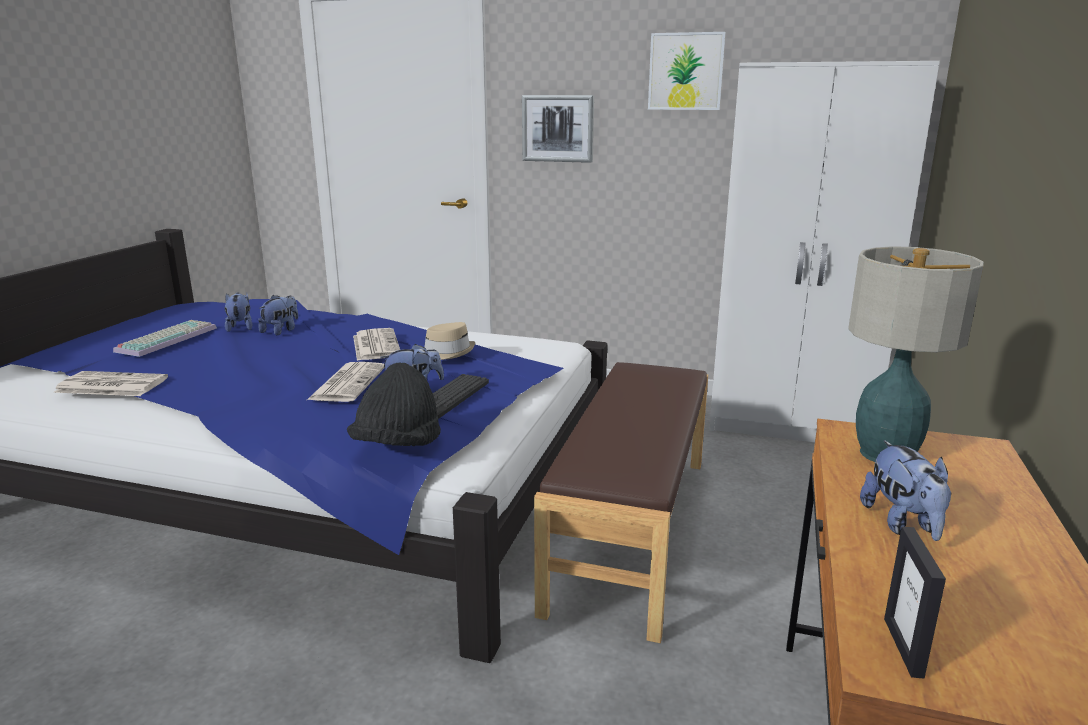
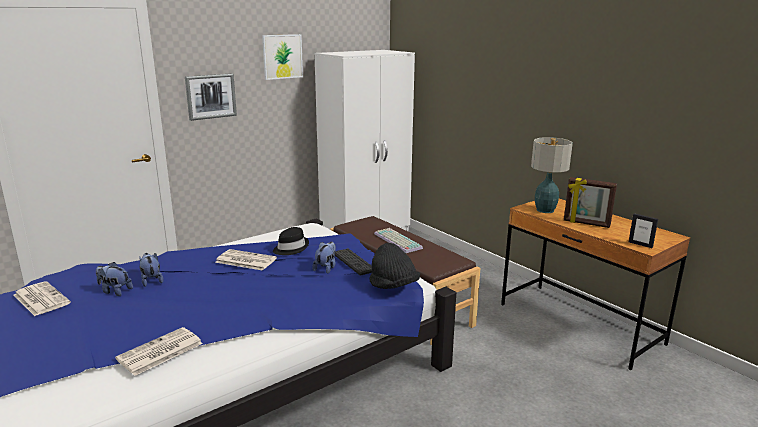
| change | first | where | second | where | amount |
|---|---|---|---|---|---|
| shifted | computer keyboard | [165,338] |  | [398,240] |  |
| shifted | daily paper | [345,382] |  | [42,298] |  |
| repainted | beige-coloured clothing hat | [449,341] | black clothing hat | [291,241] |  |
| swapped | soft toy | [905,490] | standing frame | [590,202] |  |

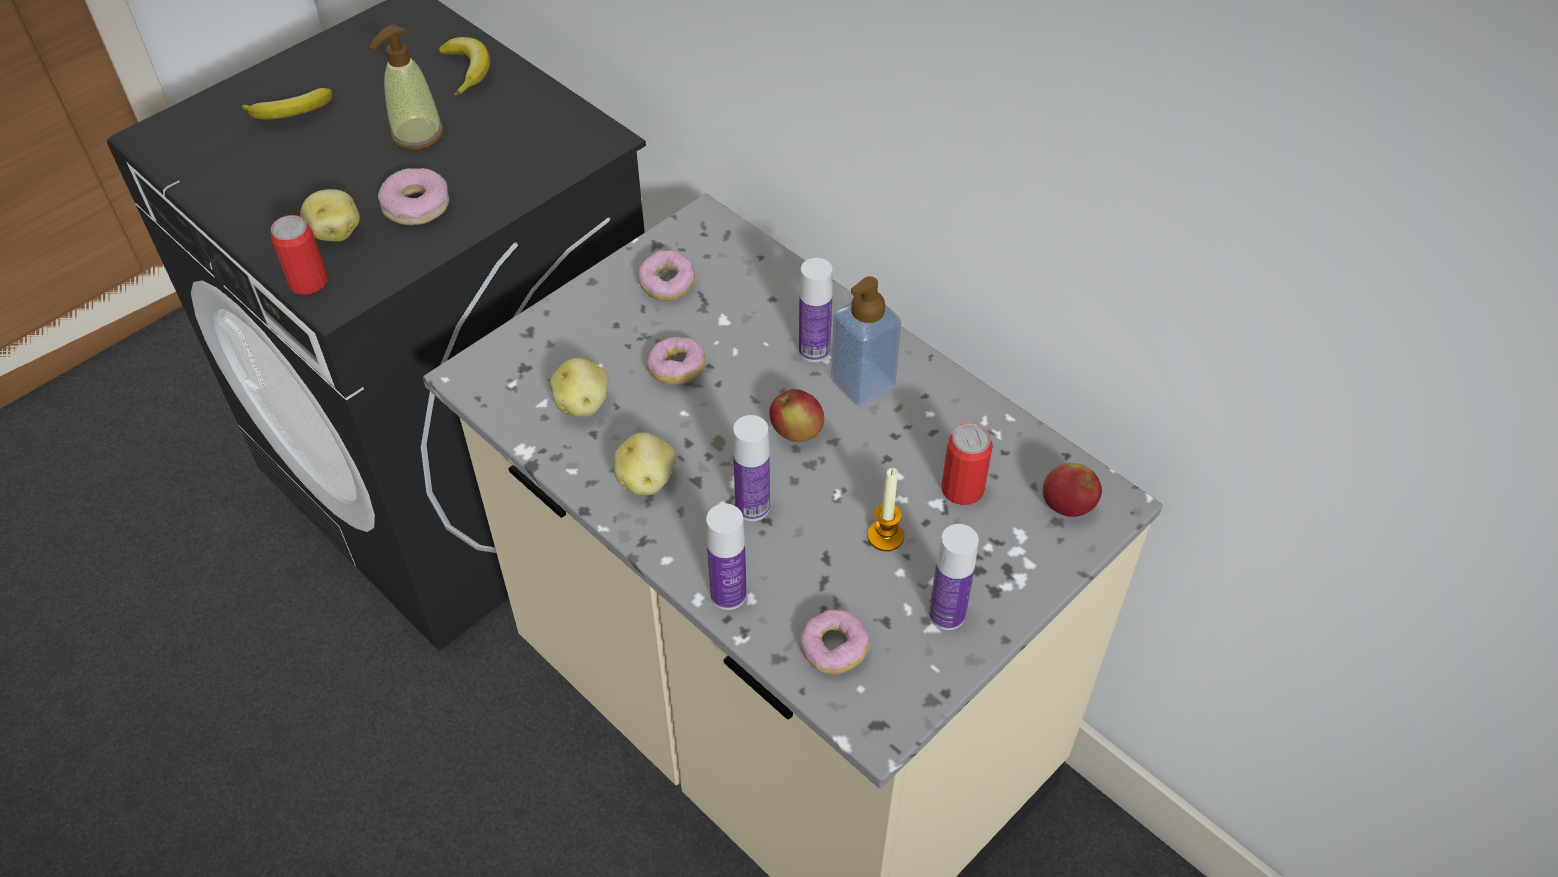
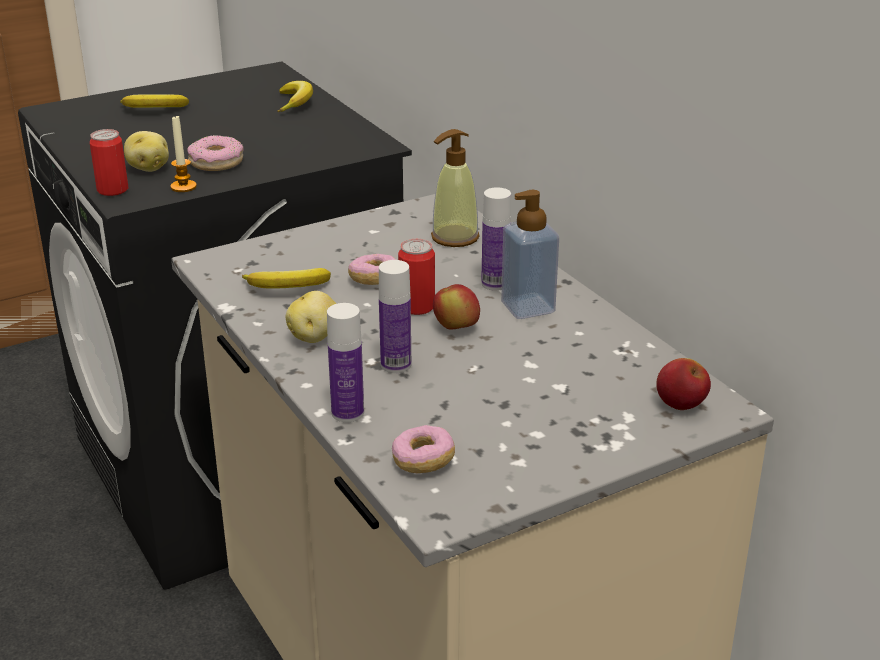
| change | first | where | second | where | amount |
|---|---|---|---|---|---|
| shifted | liquid soap bottle | [406,87] |  | [455,188] |  |
| swapped | spud | [579,387] | banana | [286,278] |  |
| gone | donut | [666,275] |  |  |  |
| shifted | candle | [886,509] |  | [183,153] |  |
| gone | bottle | [954,577] |  |  |  |
| shifted | sealed can | [967,464] |  | [416,277] |  |

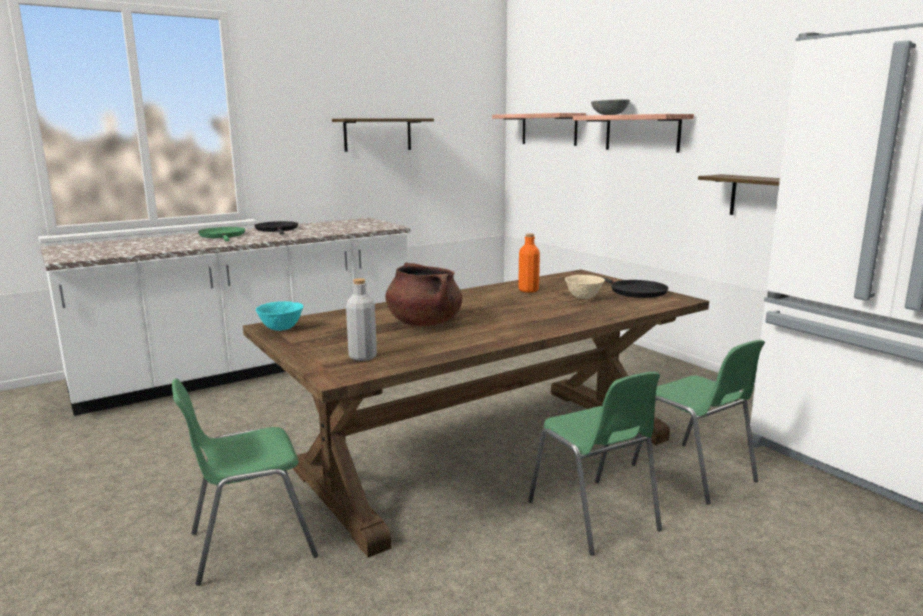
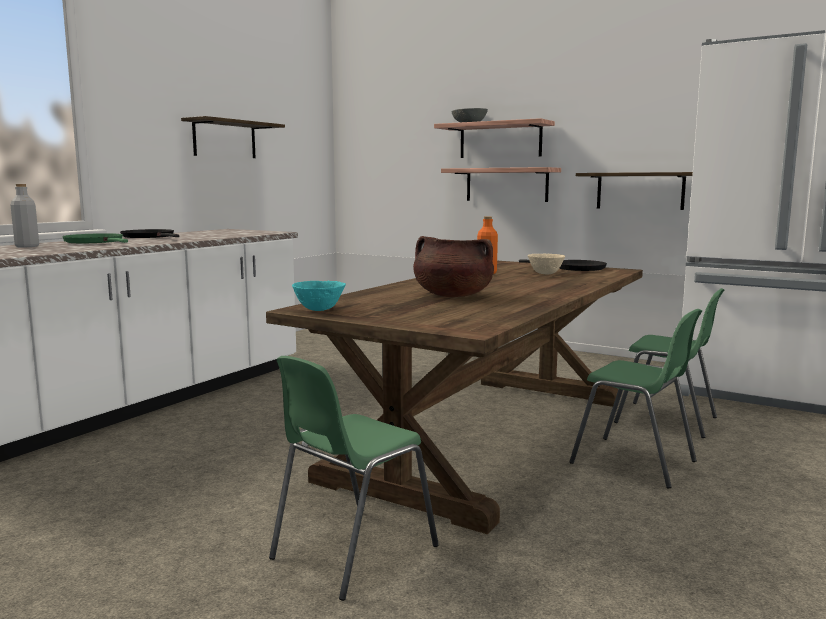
| change | first | where | second | where | amount |
|---|---|---|---|---|---|
| shifted | gray bottle | [361,319] |  | [24,215] |  |
| shifted | wall shelf | [539,129] |  | [501,184] |  |

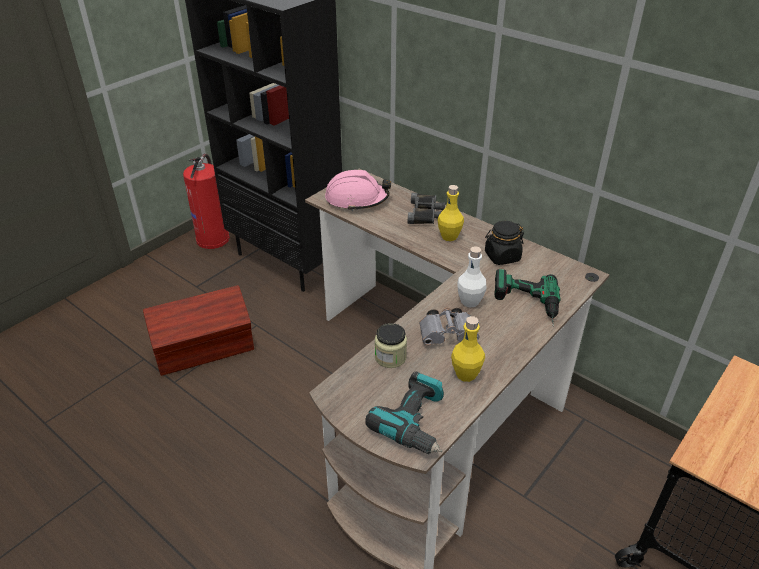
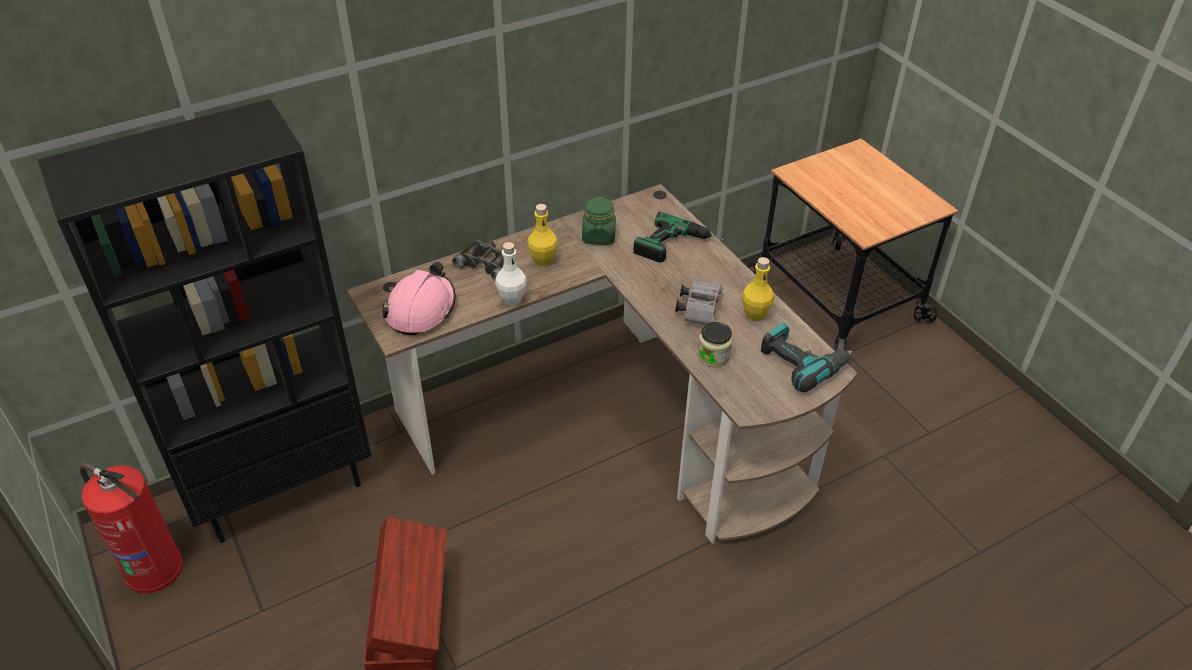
| change | first | where | second | where | amount |
|---|---|---|---|---|---|
| shifted | white bottle | [472,277] |  | [511,274] |  |
| repainted | black preserve jar | [504,243] | green preserve jar | [599,220] |  |

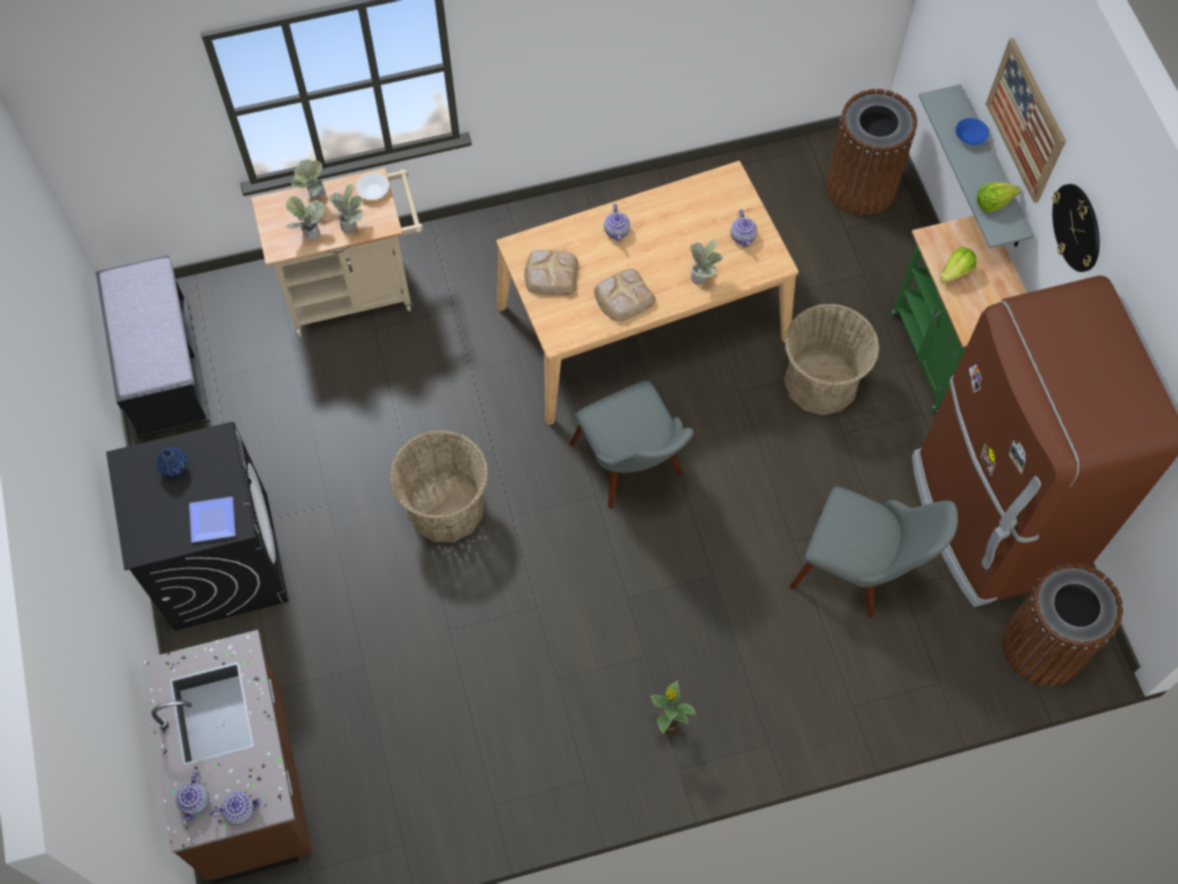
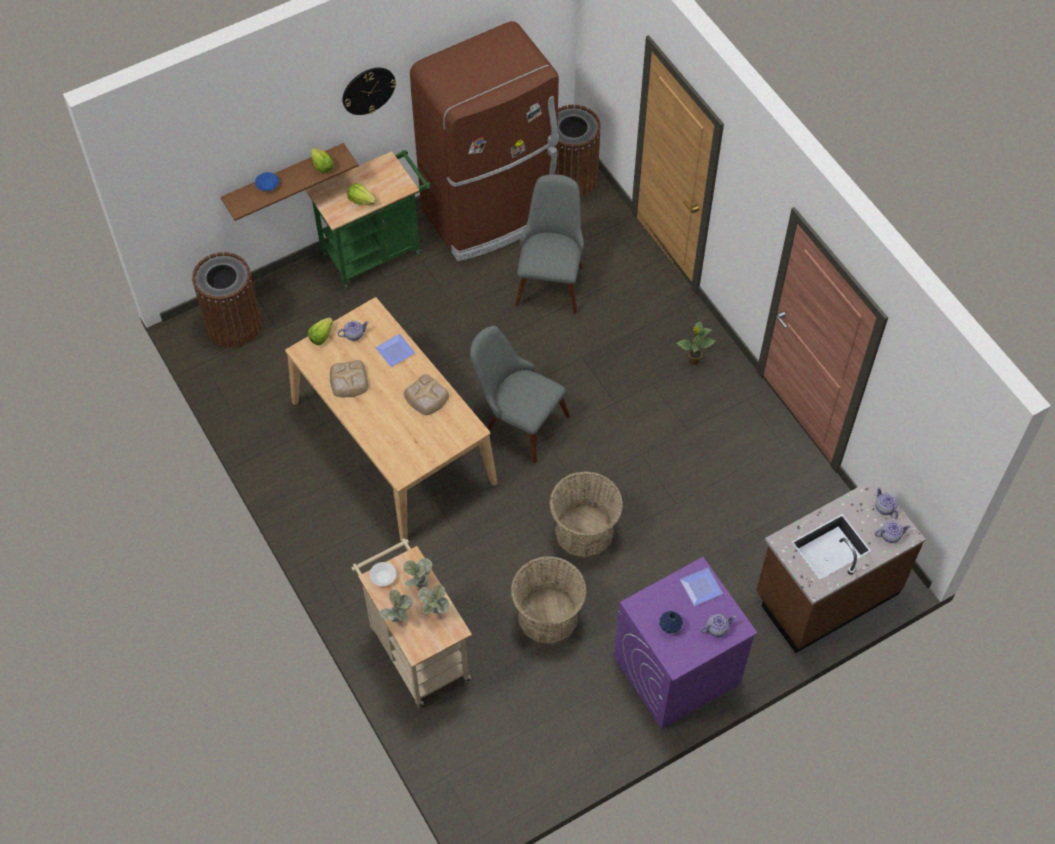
| change | first | where | second | where | amount |
|---|---|---|---|---|---|
| gone | black long seat | [153,346] |  |  |  |
| repainted | black laundry appliance | [197,526] | purple laundry appliance | [685,643] |  |
| shifted | bread | [551,273] |  | [349,378] |  |
| rotated | gray plain chair | [632,444] |  | [520,394] | 105 degrees counterclockwise |
| shifted | teapot | [617,222] |  | [718,625] |  |
| swapped | potted plant | [706,262] | dinner plate | [395,350] |  |
| shifted | storage basket | [832,359] |  | [549,600] |  |
| repainted | gray wall shelf | [976,166] | brown-coloured wall shelf | [290,182] |  |
| gone | wall art | [1026,120] |  |  |  |
| new |  |  | lettuce head | [320,331] |  |

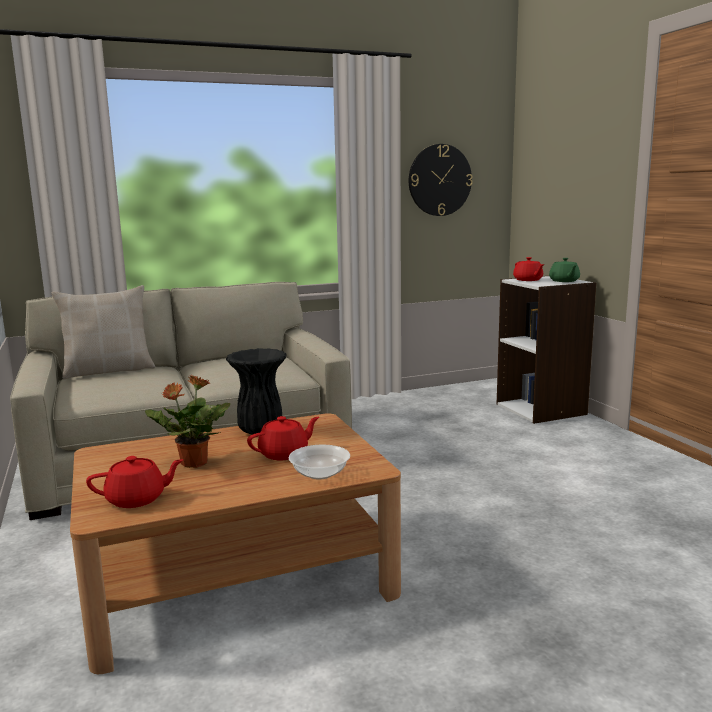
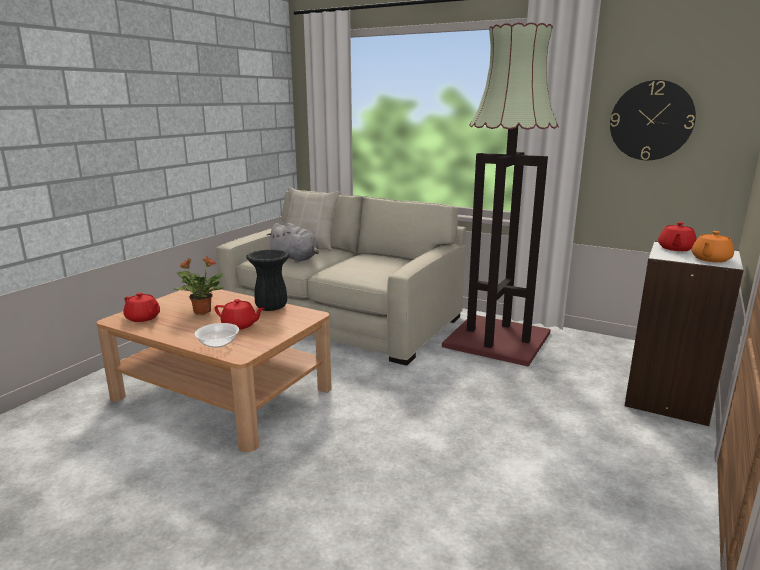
| change | first | where | second | where | amount |
|---|---|---|---|---|---|
| repainted | green teapot | [564,270] | orangey teapot | [712,247] |  |
| new |  |  | gray soft toy | [292,242] |  |
| new |  |  | floor lamp | [500,194] |  |

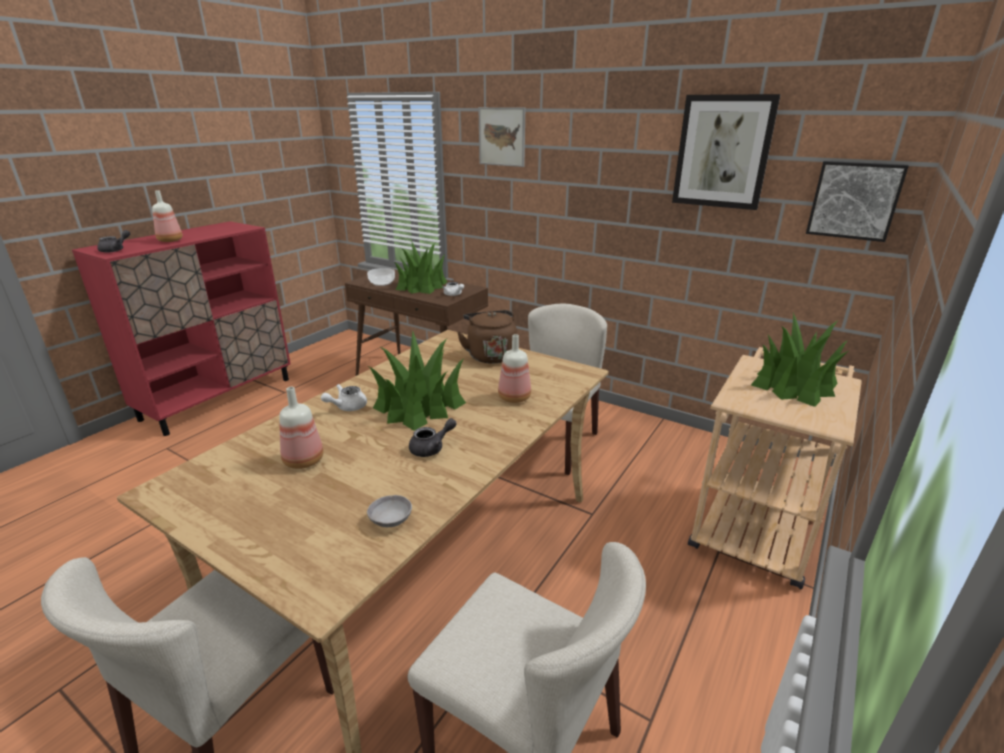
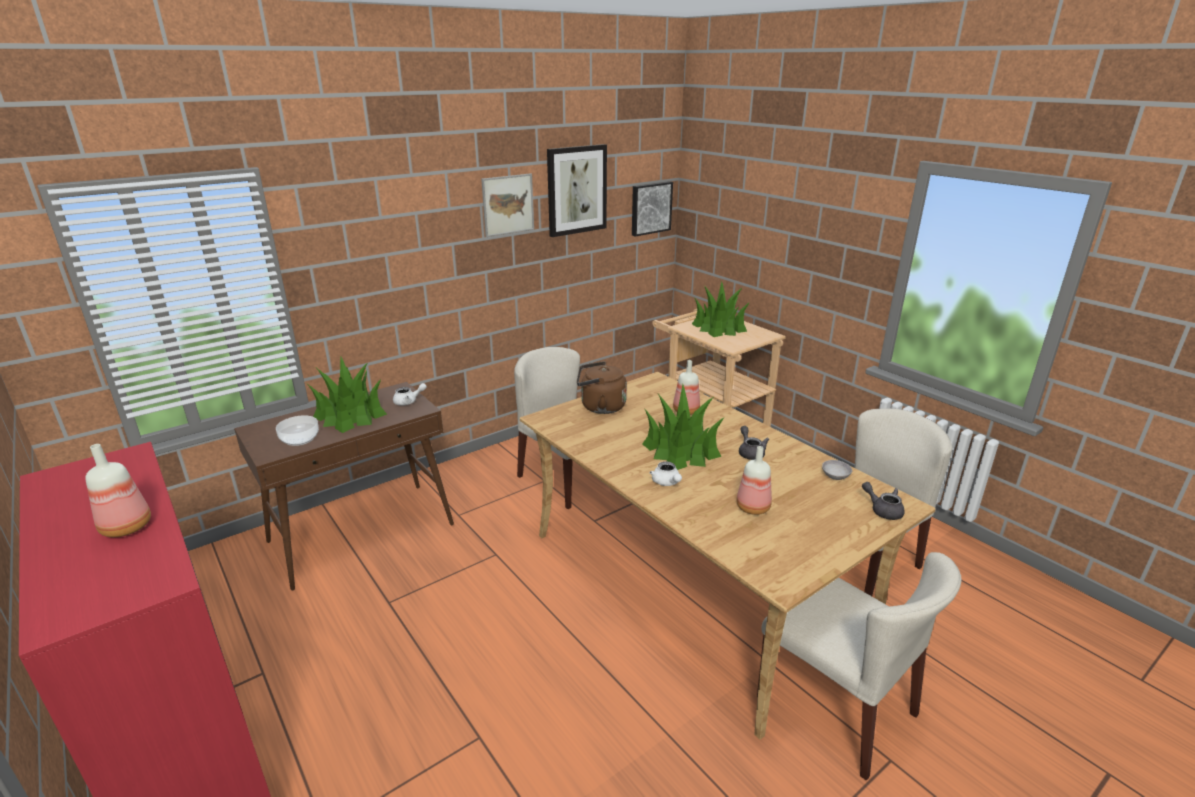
| change | first | where | second | where | amount |
|---|---|---|---|---|---|
| shifted | gray teapot | [113,241] |  | [883,501] |  |
| shifted | wall art | [501,137] |  | [507,205] |  |

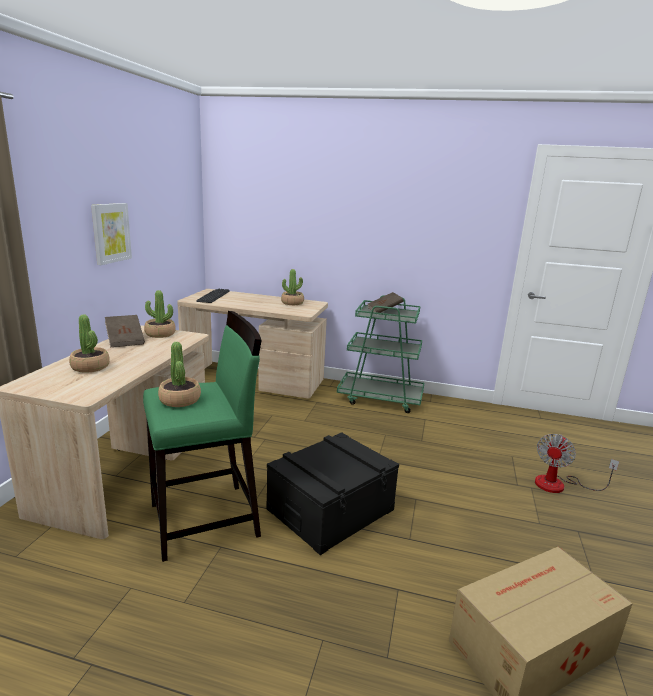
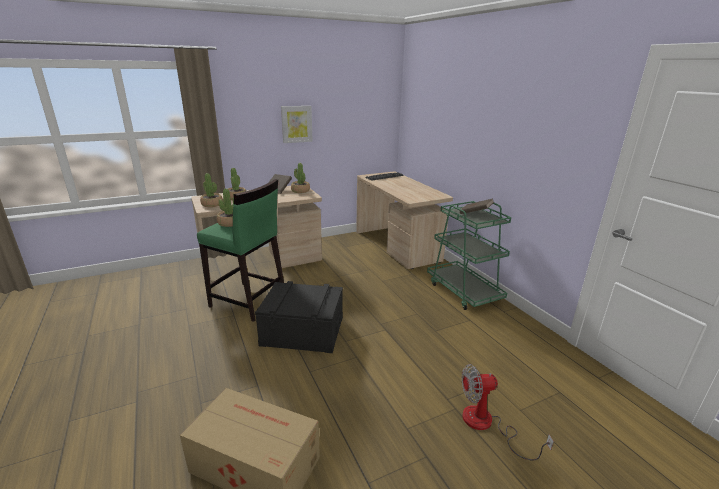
| change | first | where | second | where | amount |
|---|---|---|---|---|---|
| shifted | potted plant | [292,287] |  | [211,190] |  |

